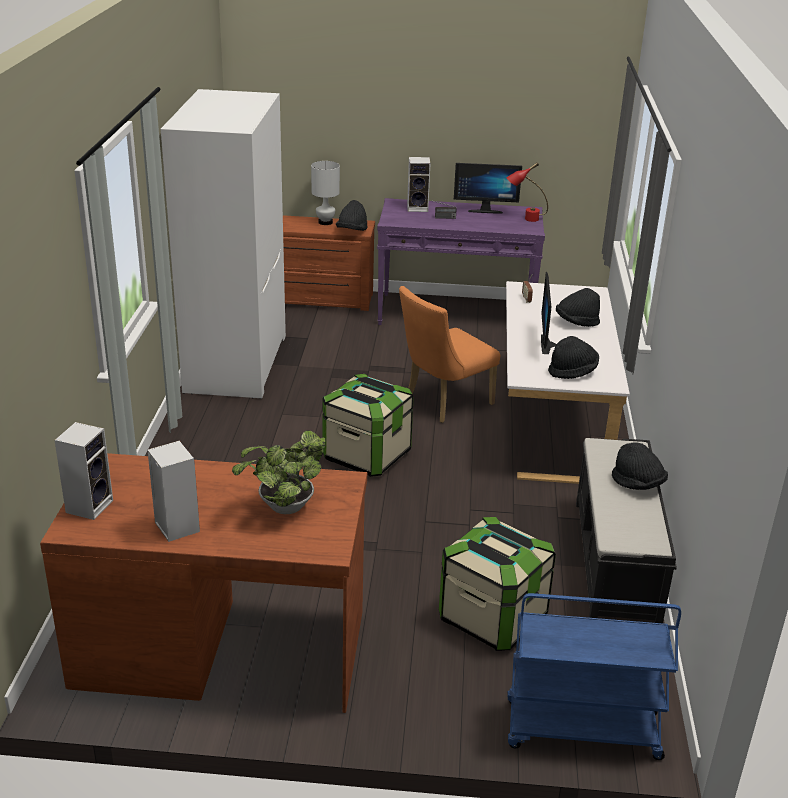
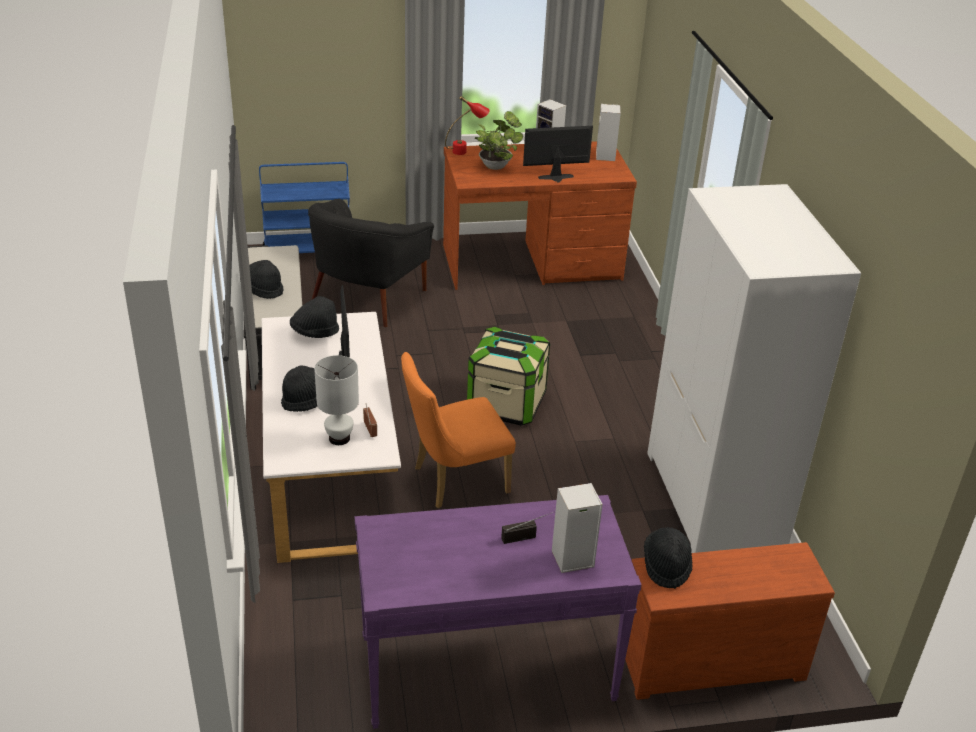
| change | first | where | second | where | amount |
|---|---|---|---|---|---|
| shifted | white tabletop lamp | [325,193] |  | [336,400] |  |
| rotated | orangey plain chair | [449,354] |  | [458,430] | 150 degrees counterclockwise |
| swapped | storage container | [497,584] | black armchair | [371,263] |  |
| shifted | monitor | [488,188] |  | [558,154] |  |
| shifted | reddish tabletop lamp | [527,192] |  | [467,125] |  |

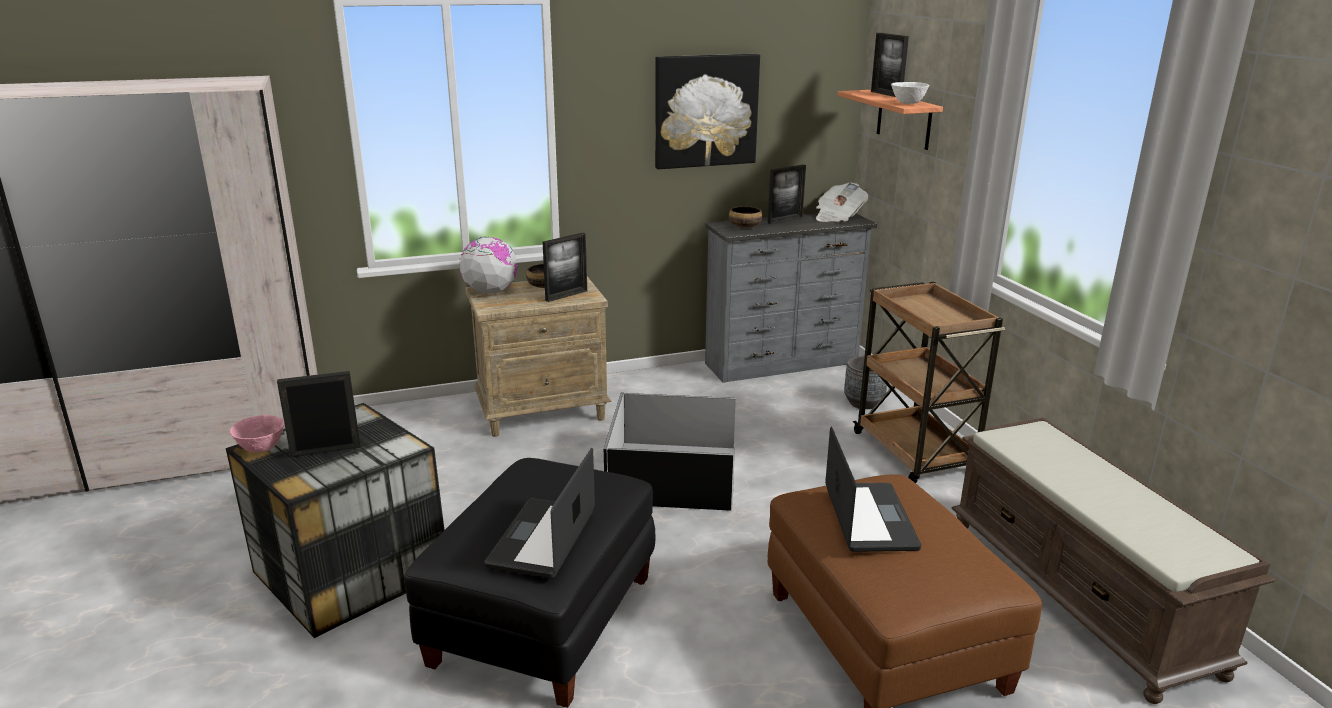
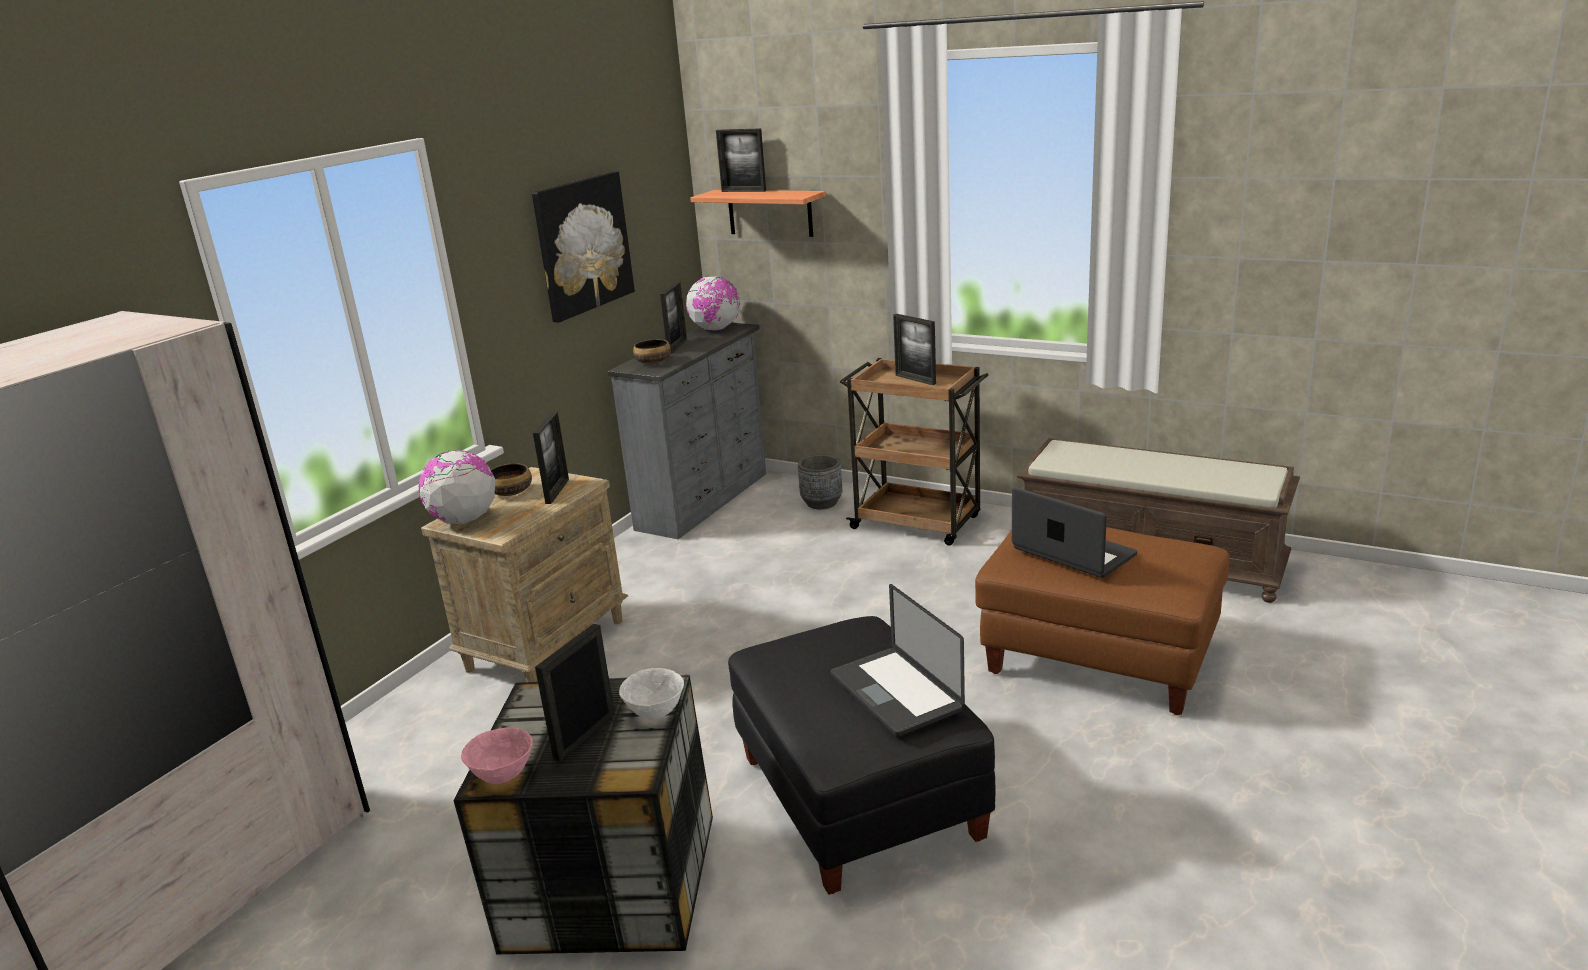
| change | first | where | second | where | amount |
|---|---|---|---|---|---|
| gone | black storage container | [670,451] |  |  |  |
| swapped | daily paper | [842,202] | world globe | [713,303] |  |
| shifted | white serving bowl | [910,93] |  | [651,693] |  |
| new |  |  | standing frame | [914,349] |  |

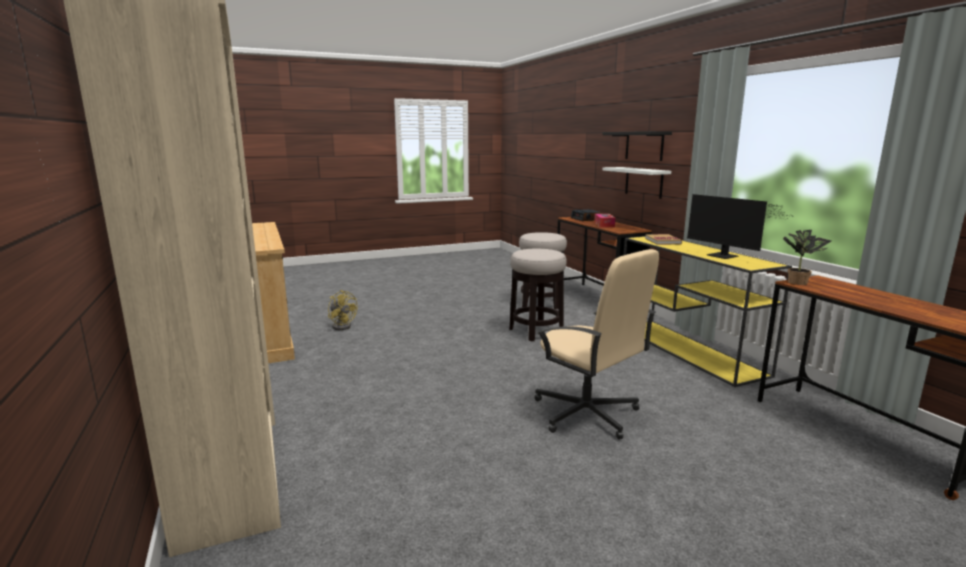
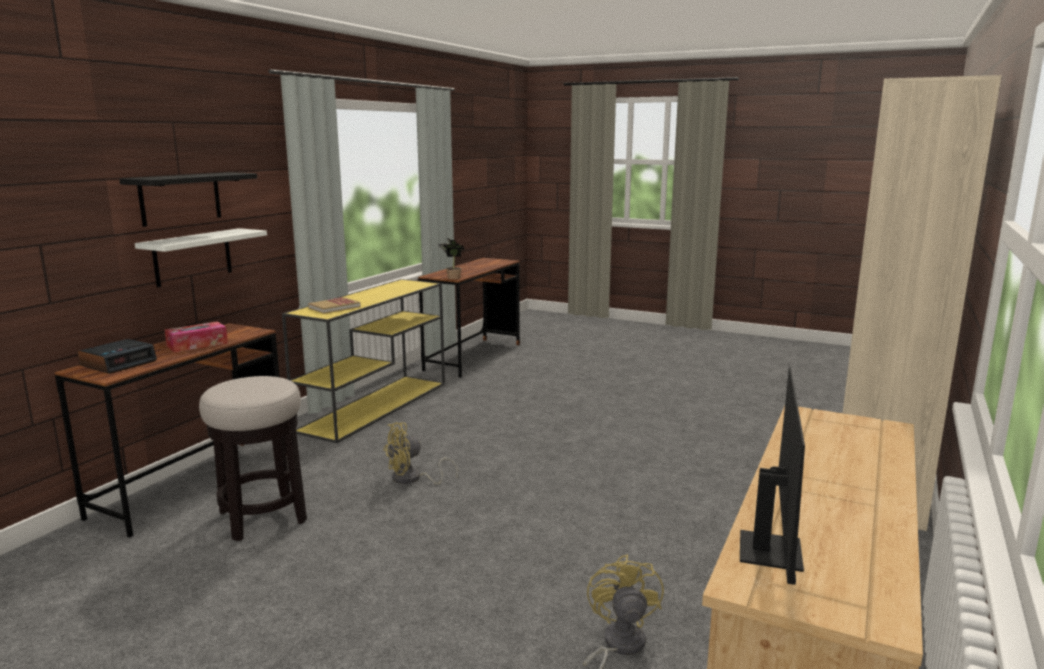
| change | first | where | second | where | amount |
|---|---|---|---|---|---|
| swapped | sitting stool | [538,295] | yellowish fan | [420,453] |  |
| gone | beige-coloured office chair | [597,344] |  |  |  |
| shifted | monitor | [740,226] |  | [772,474] |  |

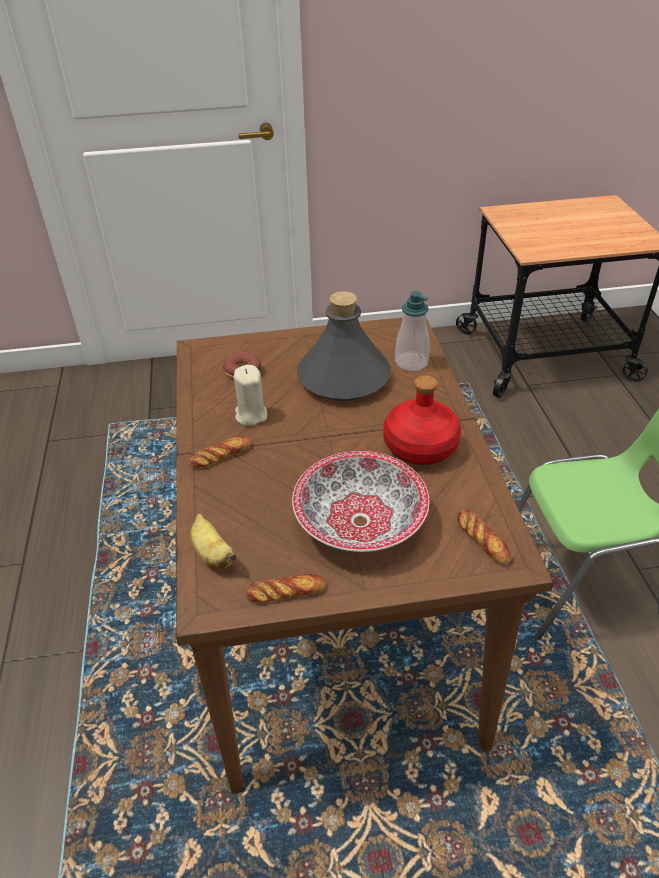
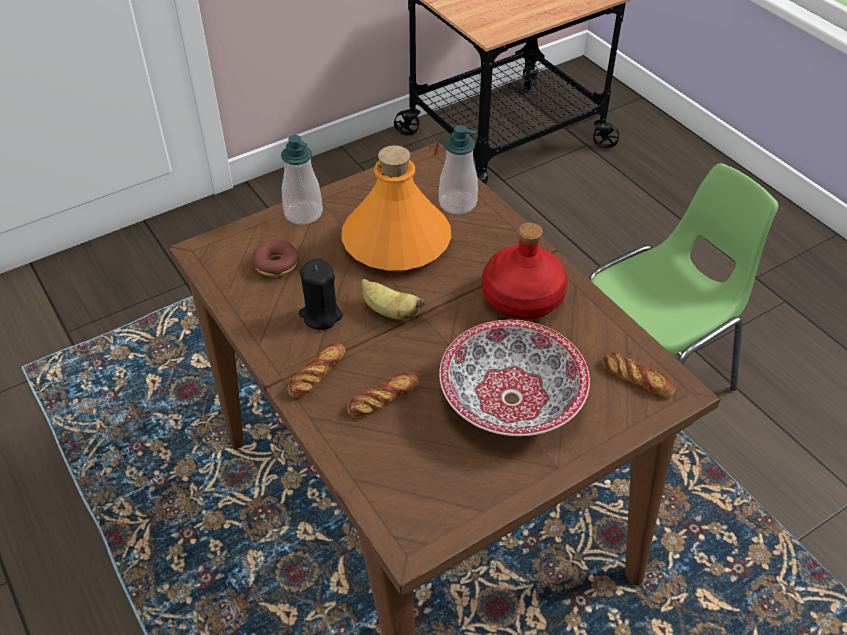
| change | first | where | second | where | amount |
|---|---|---|---|---|---|
| shifted | banana | [213,541] |  | [393,299] |  |
| repainted | beige-coloured candle | [250,395] | black candle | [321,294] |  |
| shifted | bread | [285,588] |  | [383,395] |  |
| repainted | gray bottle | [344,346] | orangey bottle | [396,208] |  |
| new |  |  | liquid soap bottle | [302,180] |  |

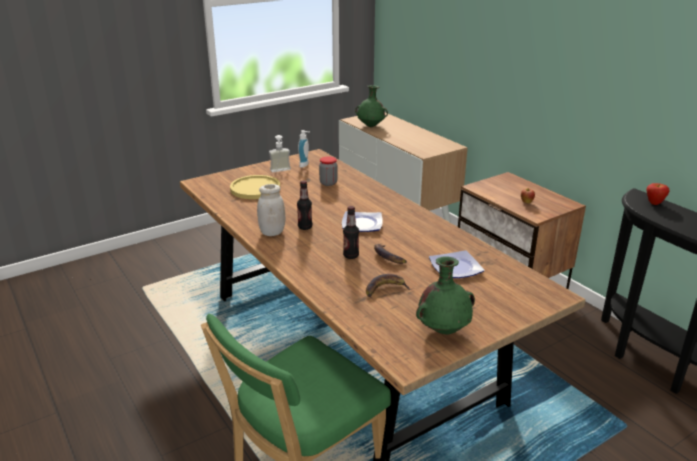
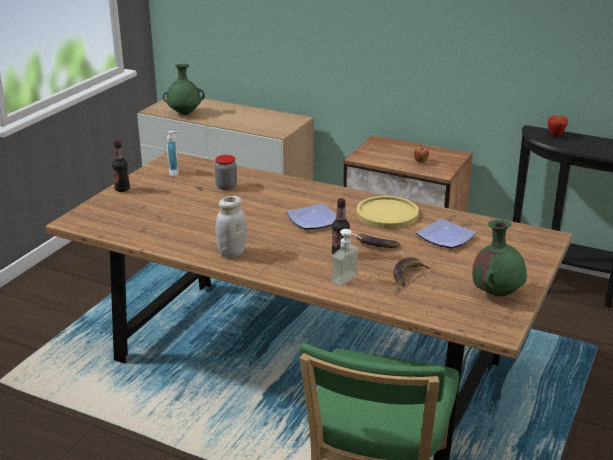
| change | first | where | second | where | amount |
|---|---|---|---|---|---|
| shifted | yellowish dinner plate | [255,187] |  | [387,212] |  |
| shifted | liquid soap bottle | [280,153] |  | [346,257] |  |
| shifted | bottle | [304,205] |  | [121,166] |  |

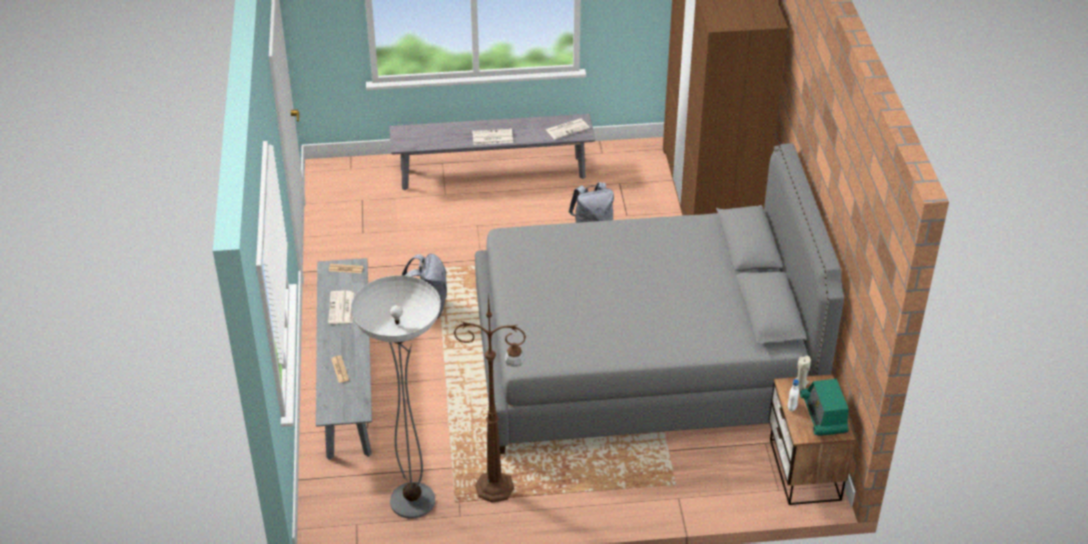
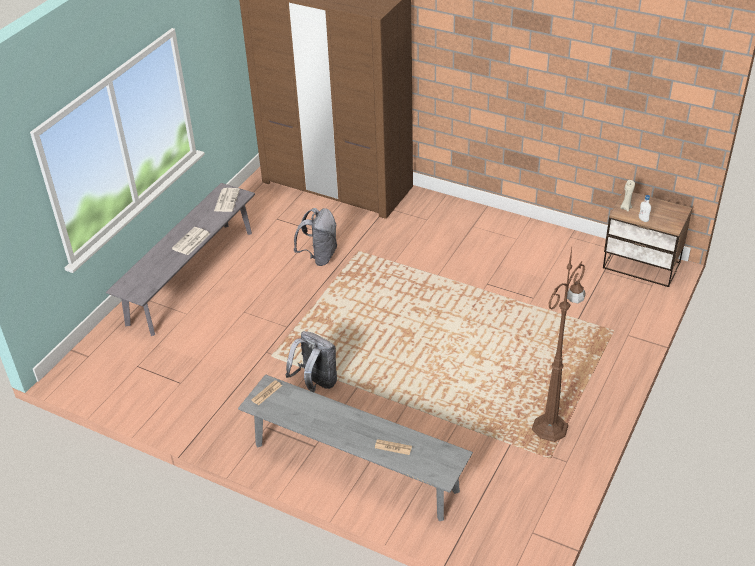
| change | first | where | second | where | amount |
|---|---|---|---|---|---|
| gone | daily paper | [341,307] |  |  |  |
| gone | floor lamp | [396,397] |  |  |  |
| gone | gray bedroom bed | [659,298] |  |  |  |
| gone | radio receiver | [824,407] |  |  |  |

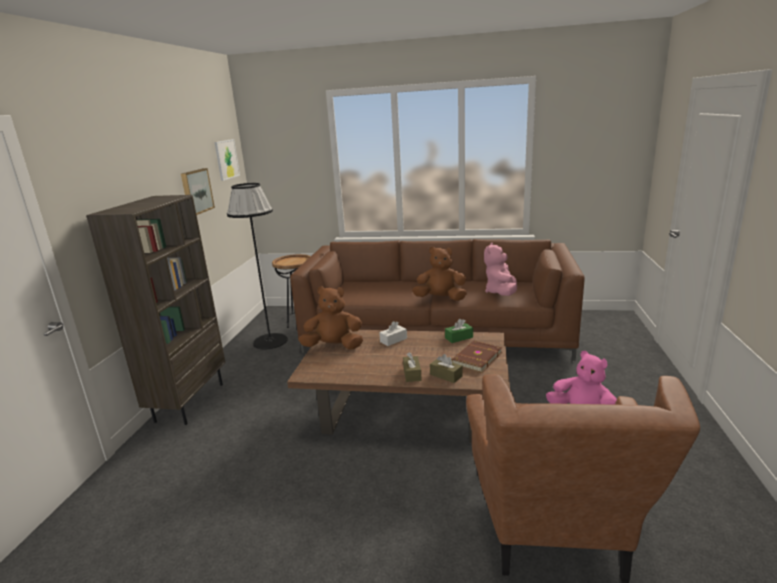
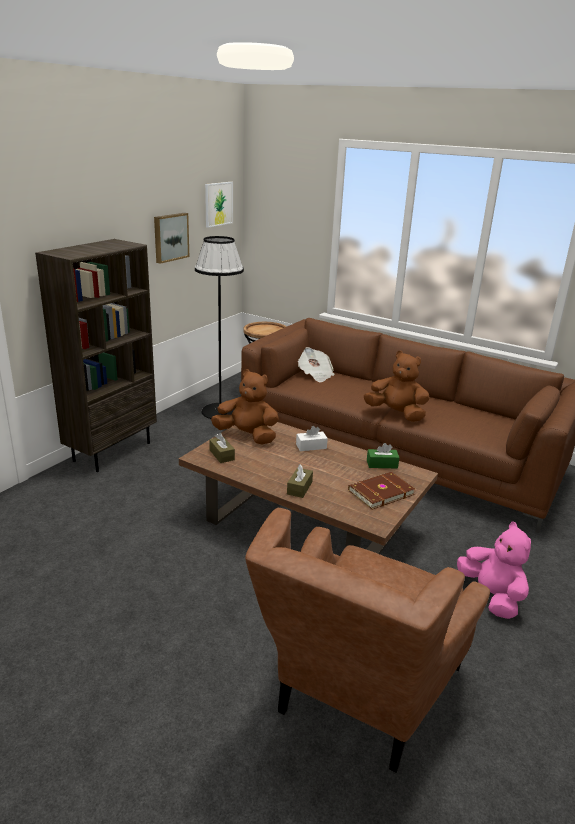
| change | first | where | second | where | amount |
|---|---|---|---|---|---|
| shifted | brown-coloured tissue holder | [446,368] |  | [222,448] |  |
| gone | pink-coloured soft toy | [500,269] |  |  |  |
| new |  |  | daily paper | [316,365] |  |

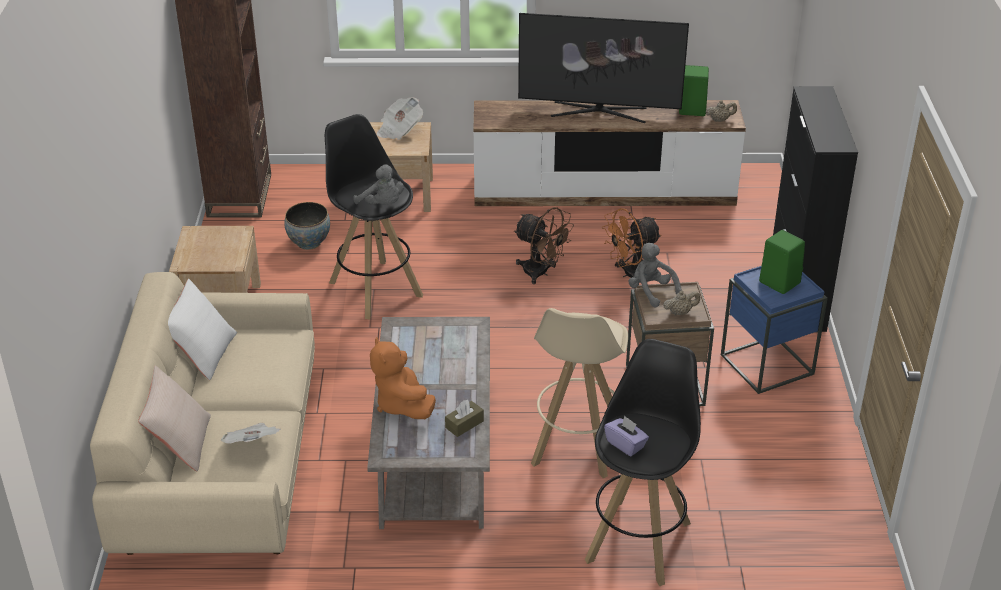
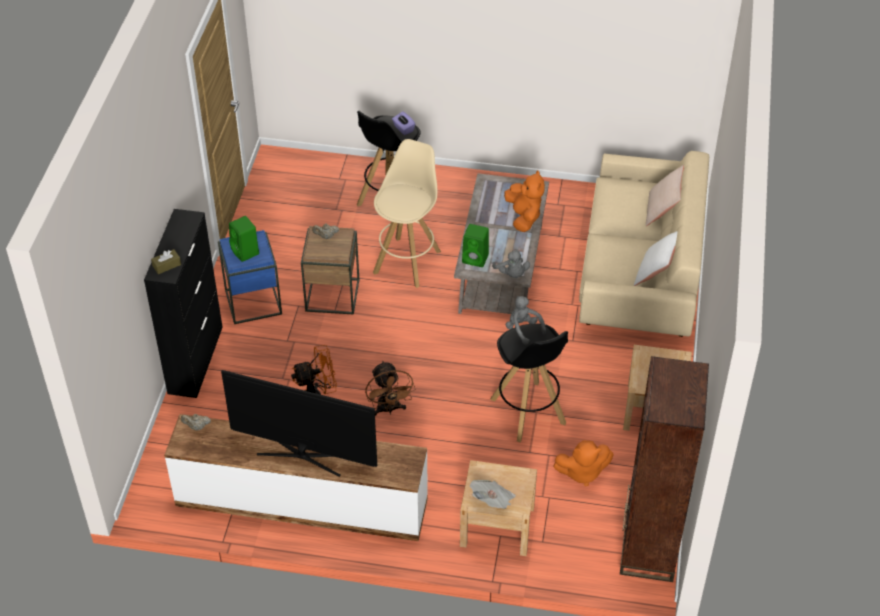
| change | first | where | second | where | amount |
|---|---|---|---|---|---|
| gone | daily paper | [251,433] |  |  |  |
| swapped | serving bowl | [307,226] | orangey soft toy | [583,463] |  |
| shifted | brown-coloured tissue holder | [464,418] |  | [166,261] |  |
| rotated | brown-coloured fan | [544,245] |  | [390,388] | 150 degrees counterclockwise |
| shifted | gray soft toy | [655,275] |  | [511,263] |  |
| shifted | green speaker | [694,90] |  | [475,245] |  |

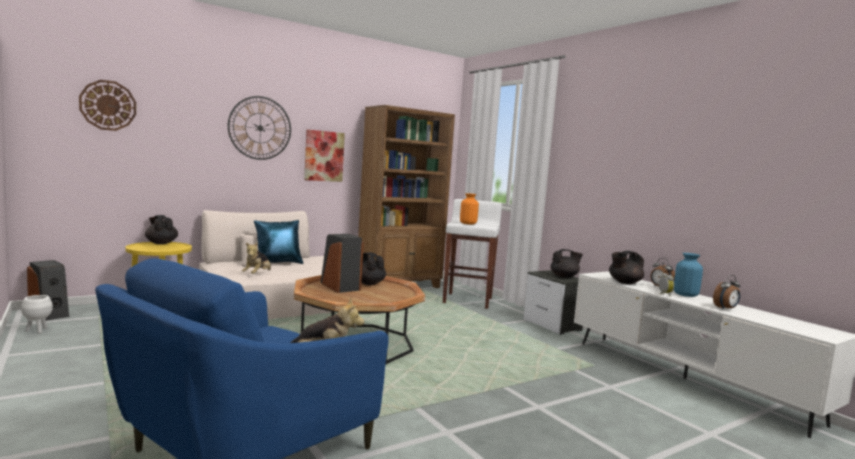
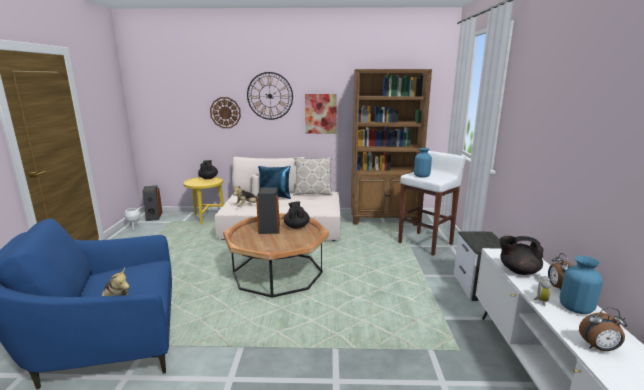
| change | first | where | second | where | amount |
|---|---|---|---|---|---|
| shifted | clock on the wall | [107,105] |  | [225,112] |  |
| repainted | orangey decorative vase | [469,209] | bluish decorative vase | [423,163] |  |
| gone | black teapot | [566,263] |  |  |  |
| new |  |  | pillow | [312,176] |  |

